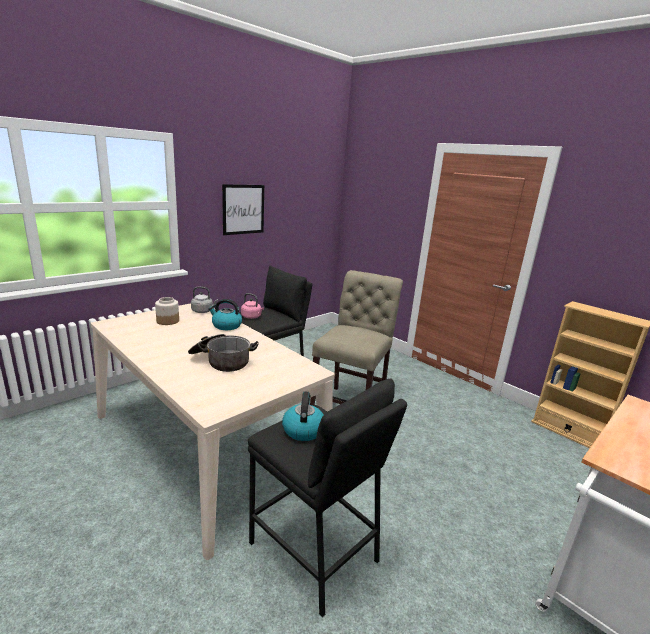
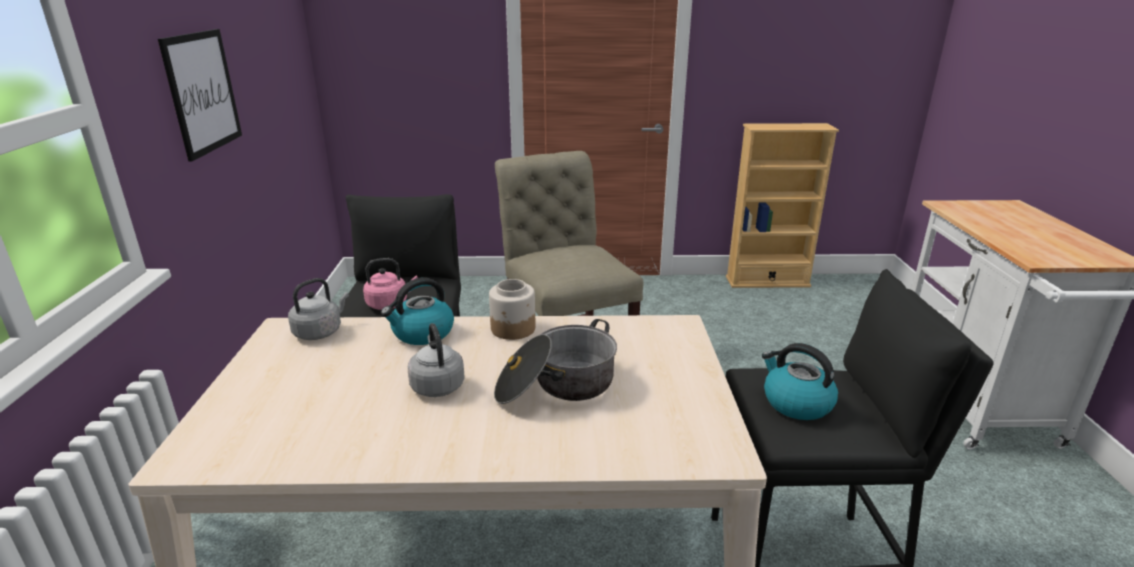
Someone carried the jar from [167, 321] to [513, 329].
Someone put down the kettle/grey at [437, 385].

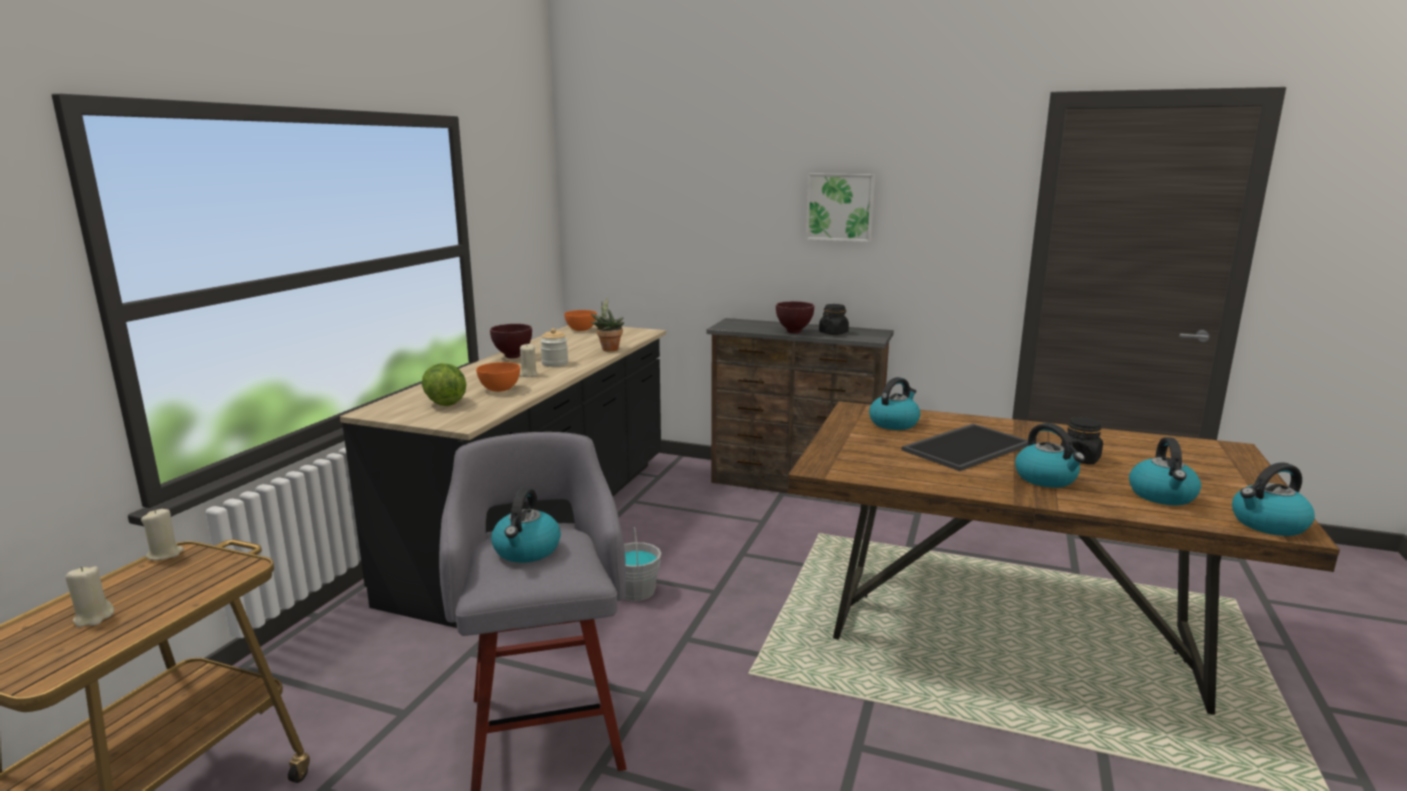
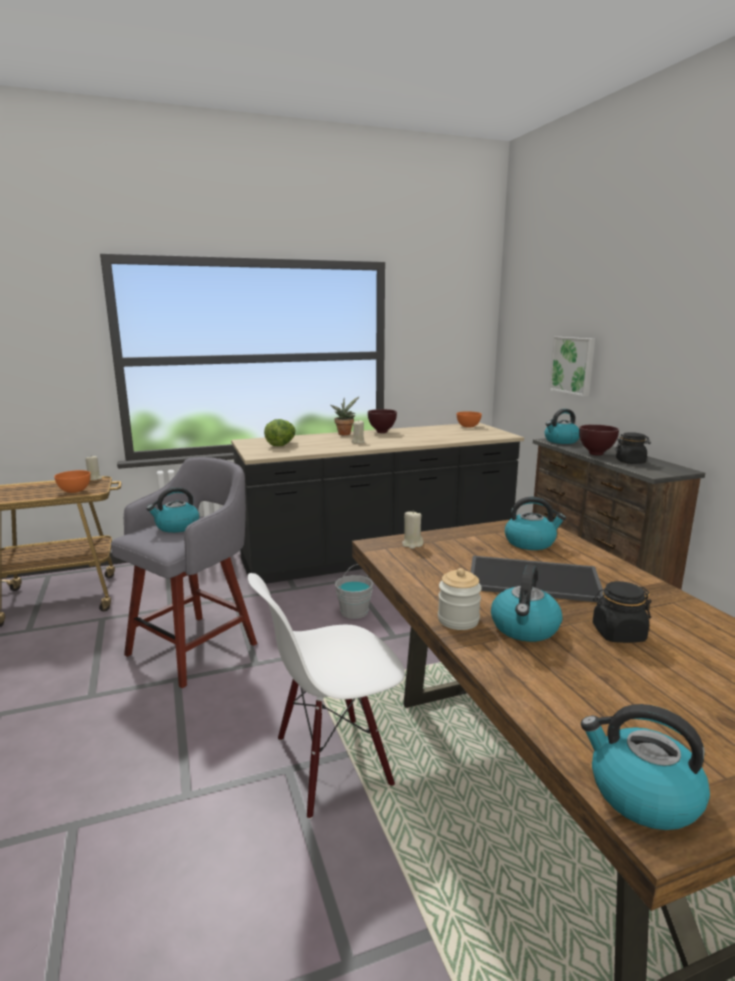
Someone carried the candle/beige from [94, 618] to [412, 544].
Someone carried the bowl/orange from [499, 389] to [74, 491].
Someone carried the jar from [555, 363] to [458, 620].
Someone carried the potted plant from [608, 349] to [345, 433].
Someone carried the picture from [840, 207] to [573, 365].
Someone carried the kettle from [1162, 496] to [561, 441].
Someone put down the chair/white at [332, 763].

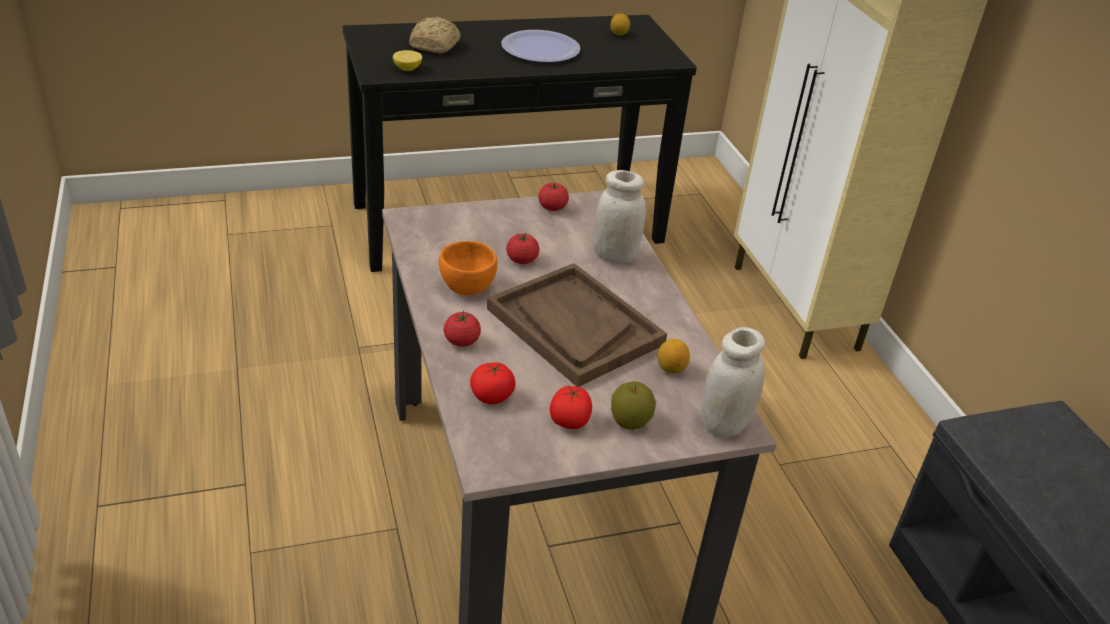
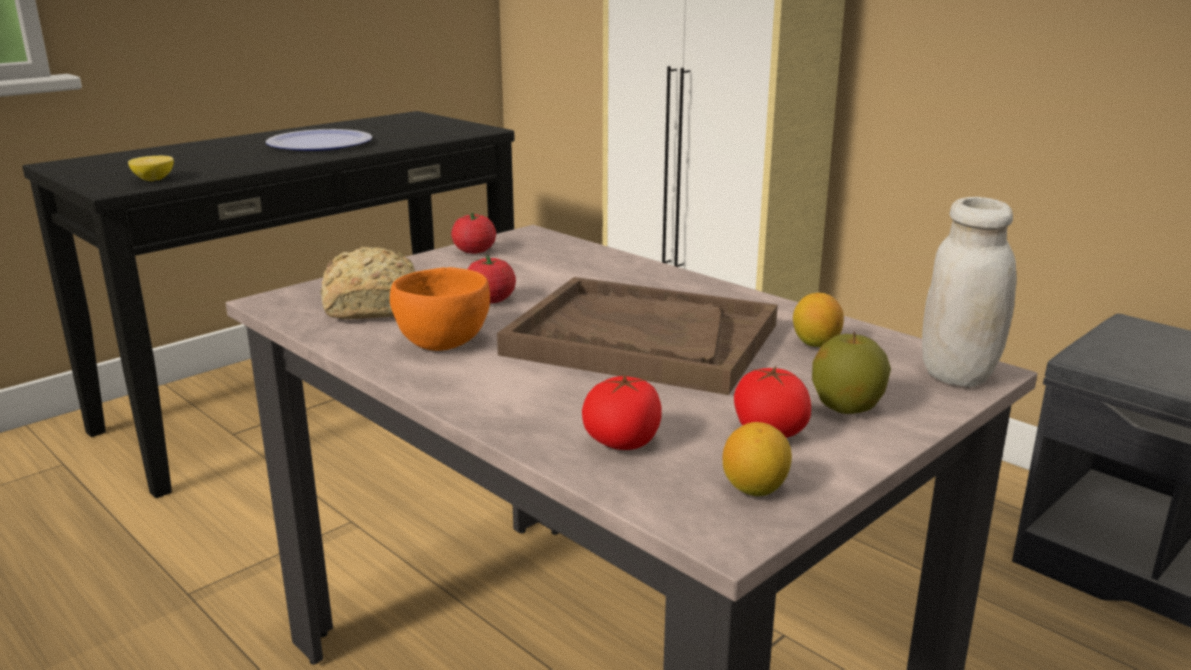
Someone carried the bread from [436, 45] to [373, 305].
Someone took away the tomato at [461, 341].
Someone took away the jar/white at [614, 256].
Someone carried the lemon from [619, 34] to [755, 489].

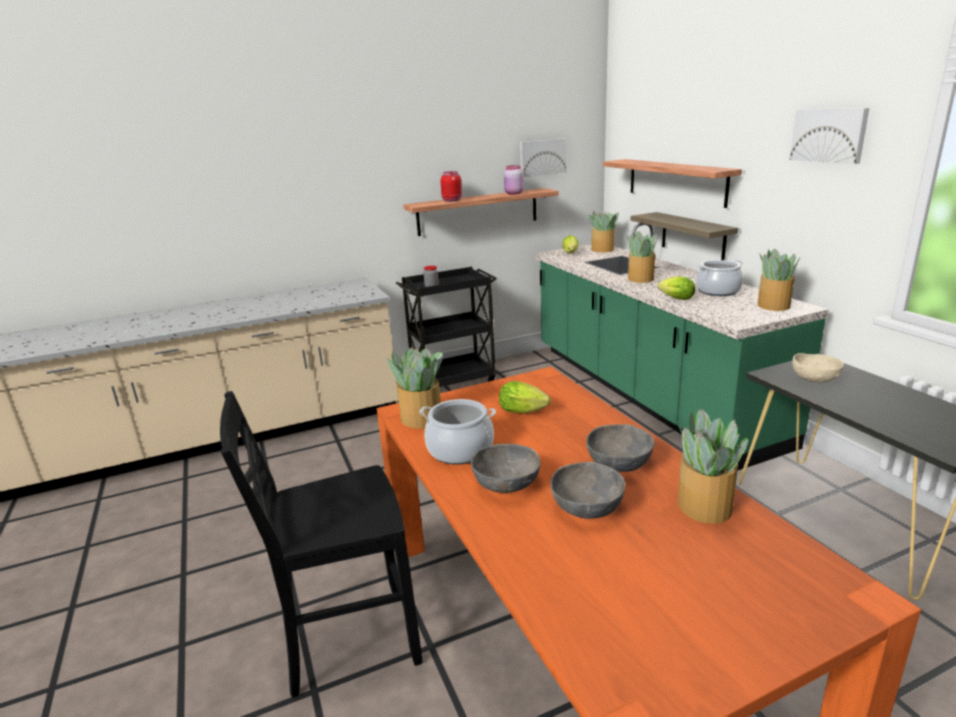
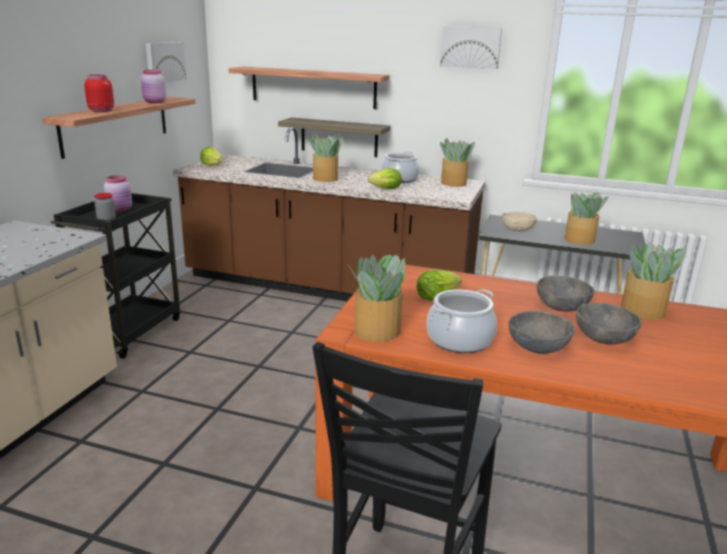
Someone repainted the counter/green at [646, 392], which became the counter/brown at [327, 287].
Someone carried the potted plant from [602, 250] to [580, 240].
Someone put down the jar/pink at [120, 209].

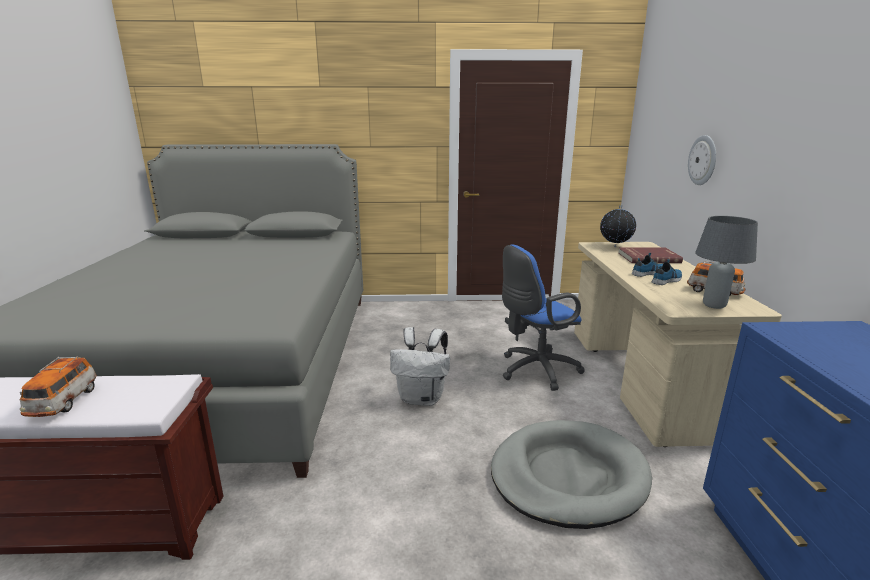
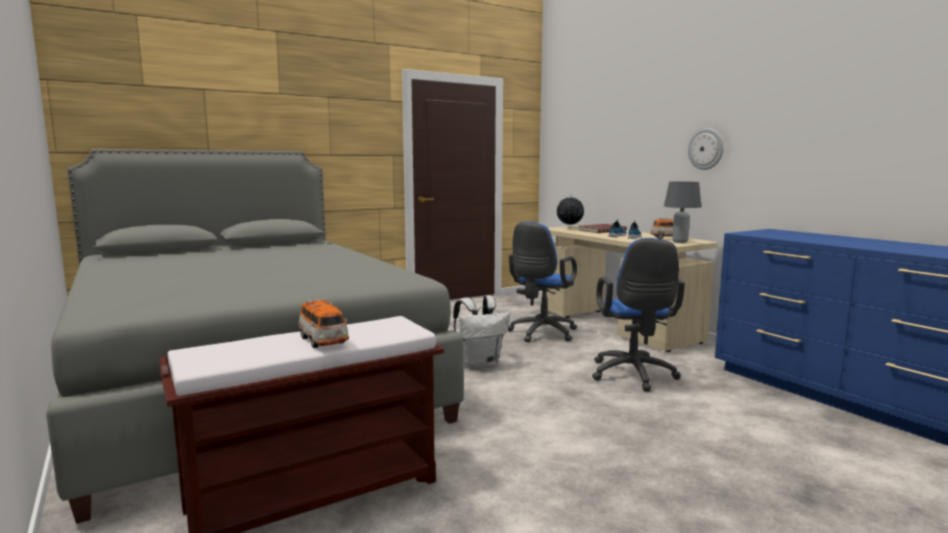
Someone swapped the dog bed/grey at [568, 476] for the office chair/blue at [633, 376].
Someone carried the wall clock from [703, 160] to [706, 149].

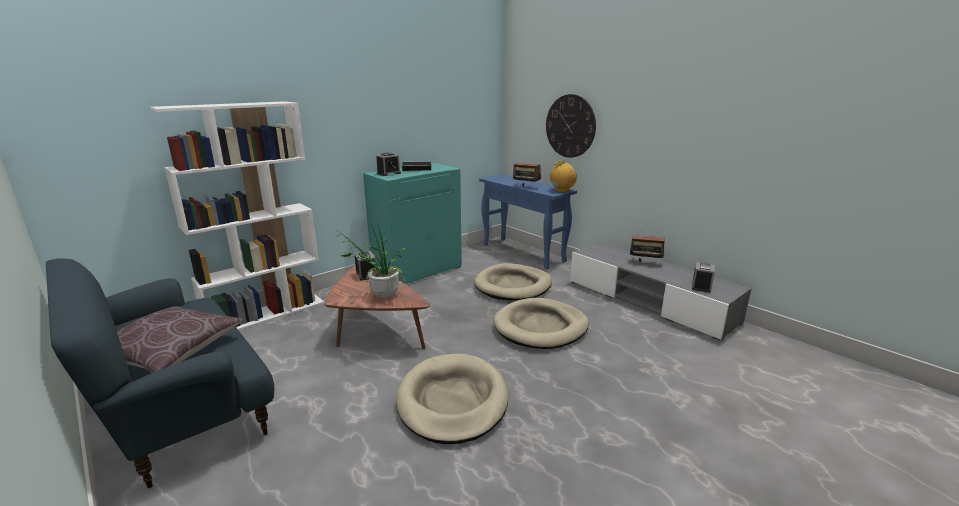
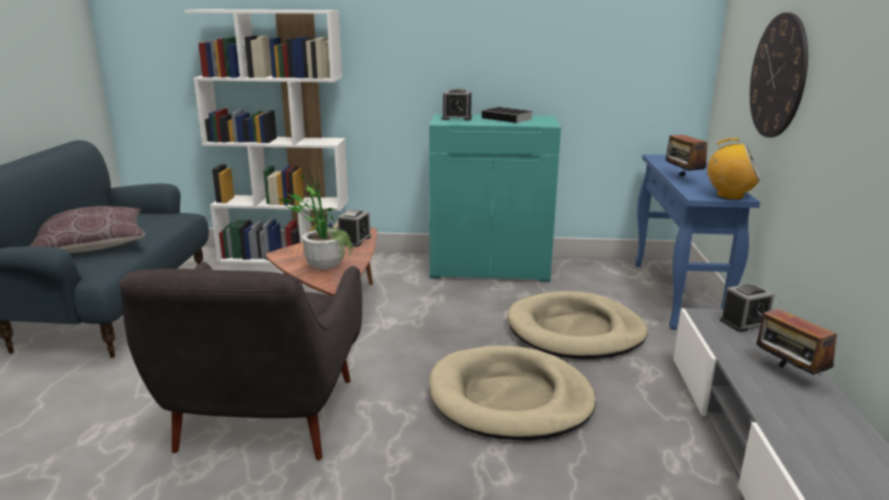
Someone swapped the dog bed/beige at [452, 401] for the armchair/grey at [265, 420].
Someone carried the alarm clock from [701, 286] to [744, 323].

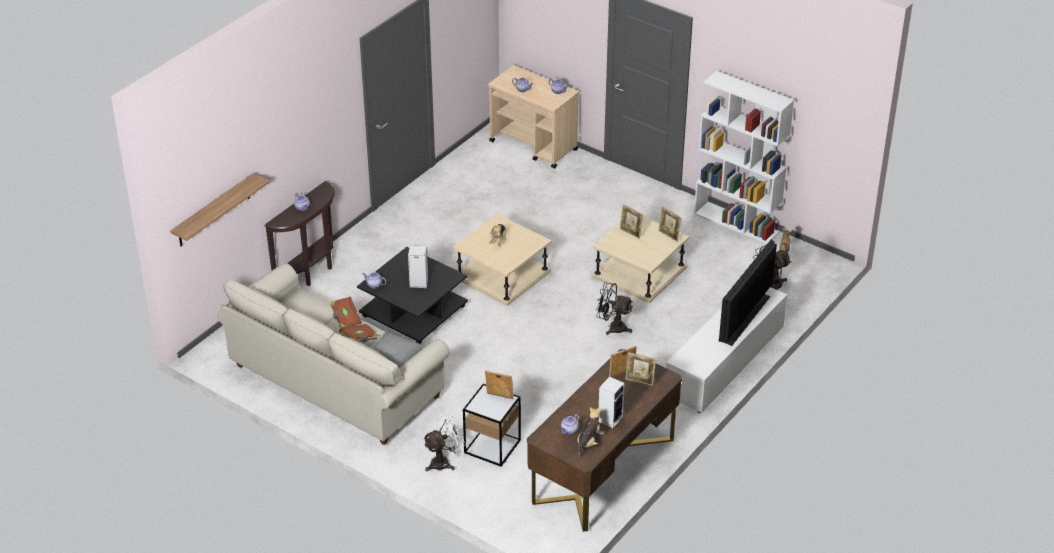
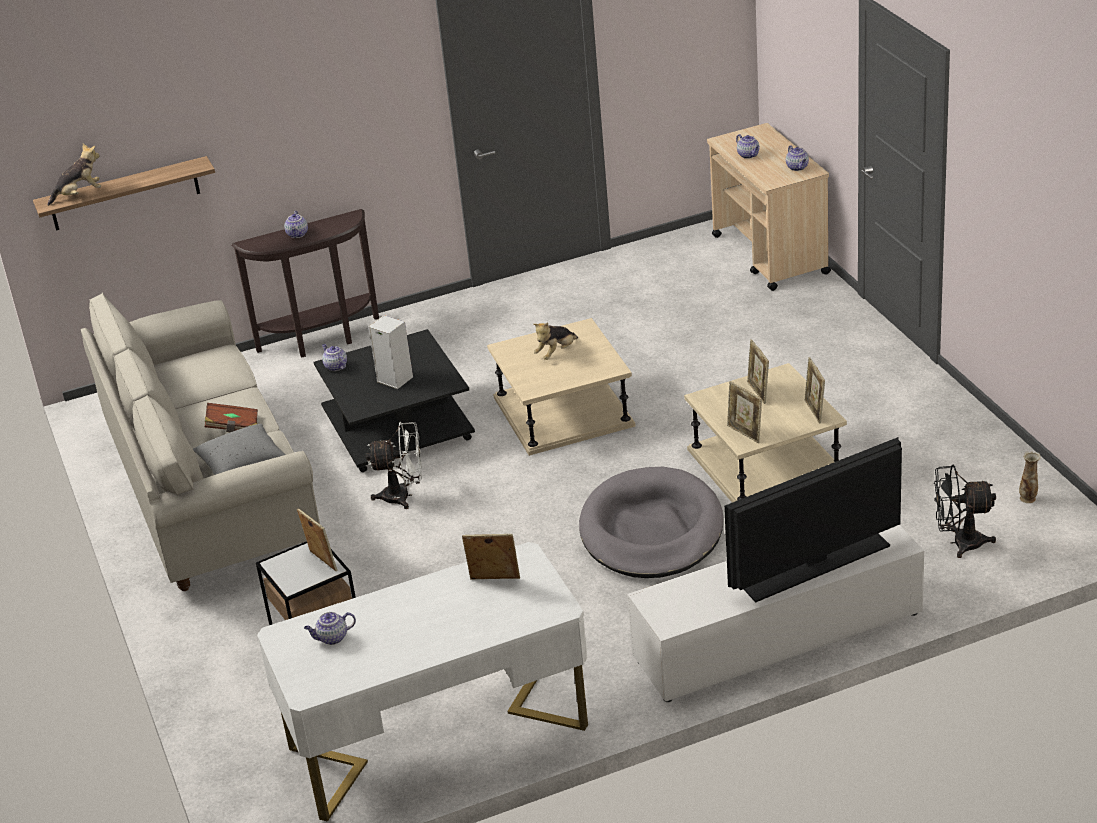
Someone took away the book/brown at [345, 318].
Someone carried the fan/white from [444, 462] to [403, 496].
Someone repainted the desk/brown at [603, 470], which became the desk/white at [438, 737].
Someone carried the plush toy from [589, 442] to [79, 195].
Someone swapped the fan/black at [613, 327] for the dog bed/grey at [651, 530].
Someone took away the speaker at [610, 418].
Someone carried the picture frame from [640, 381] to [745, 433].
Someone took away the bookcase/white at [736, 223].

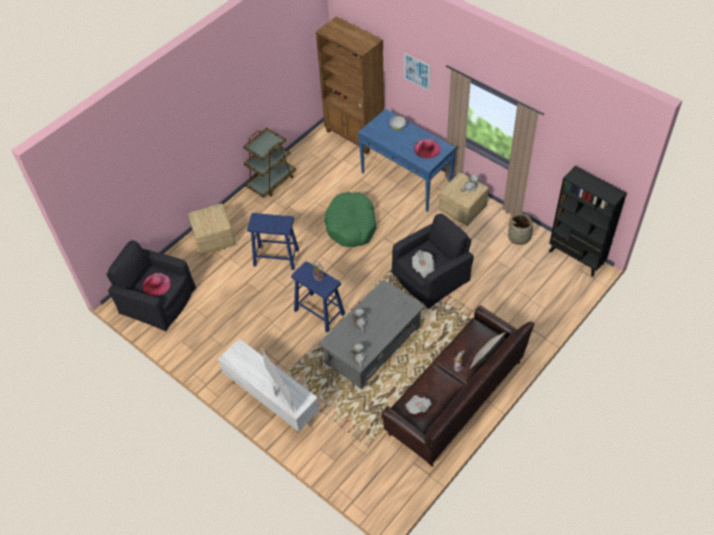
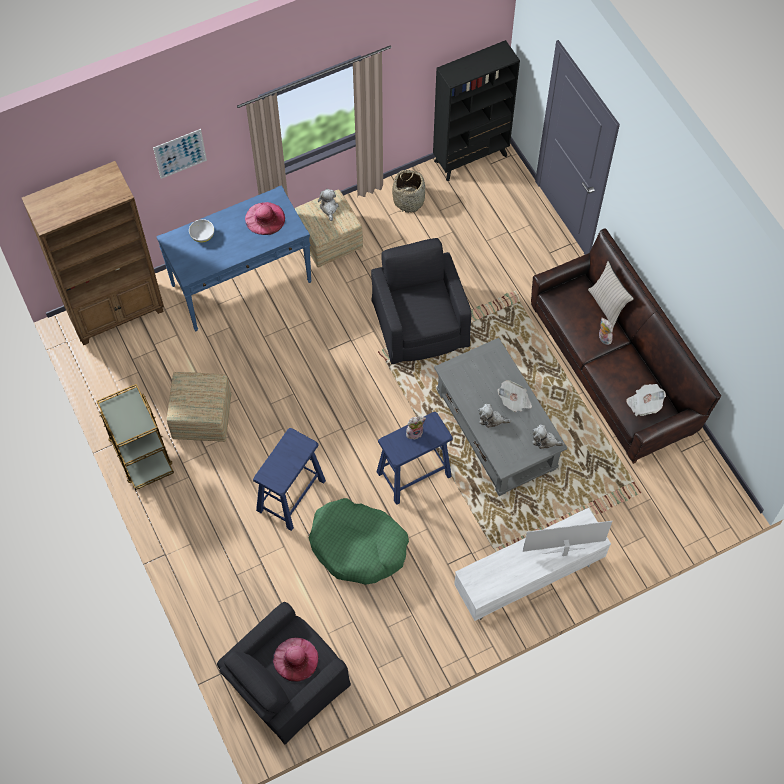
Someone carried the ottoman from [214, 239] to [202, 417].
Someone carried the dog bed/green from [351, 225] to [358, 546].
Someone carried the newspaper from [423, 268] to [514, 401].

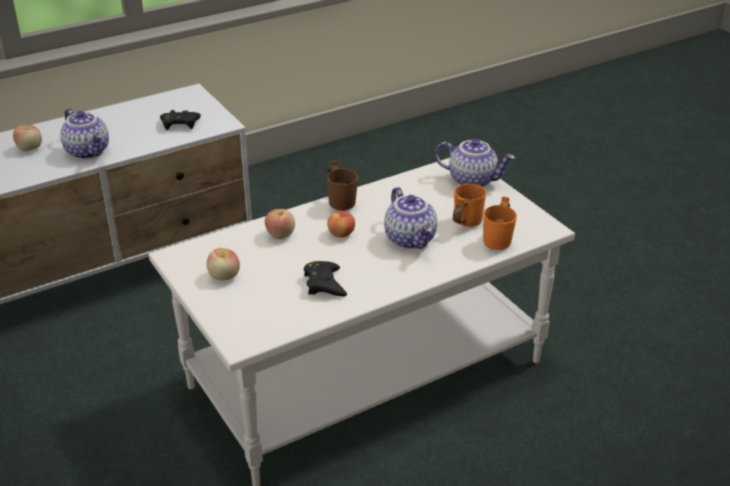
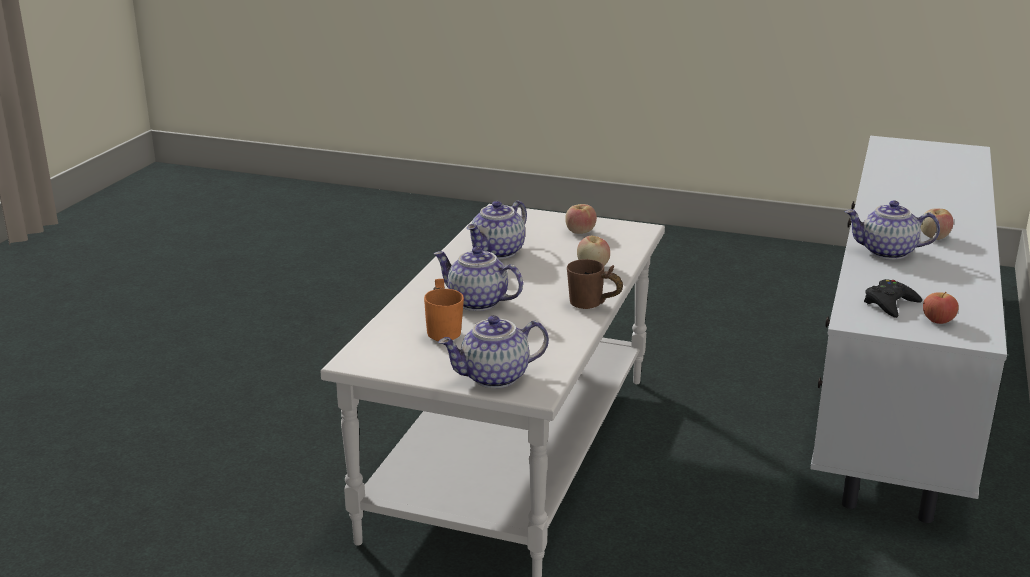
Someone swapped the game controller/black at [324, 284] for the teapot at [498, 252].
Someone carried the apple from [341, 234] to [938, 320].
Someone took away the mug/orange at [501, 240].

